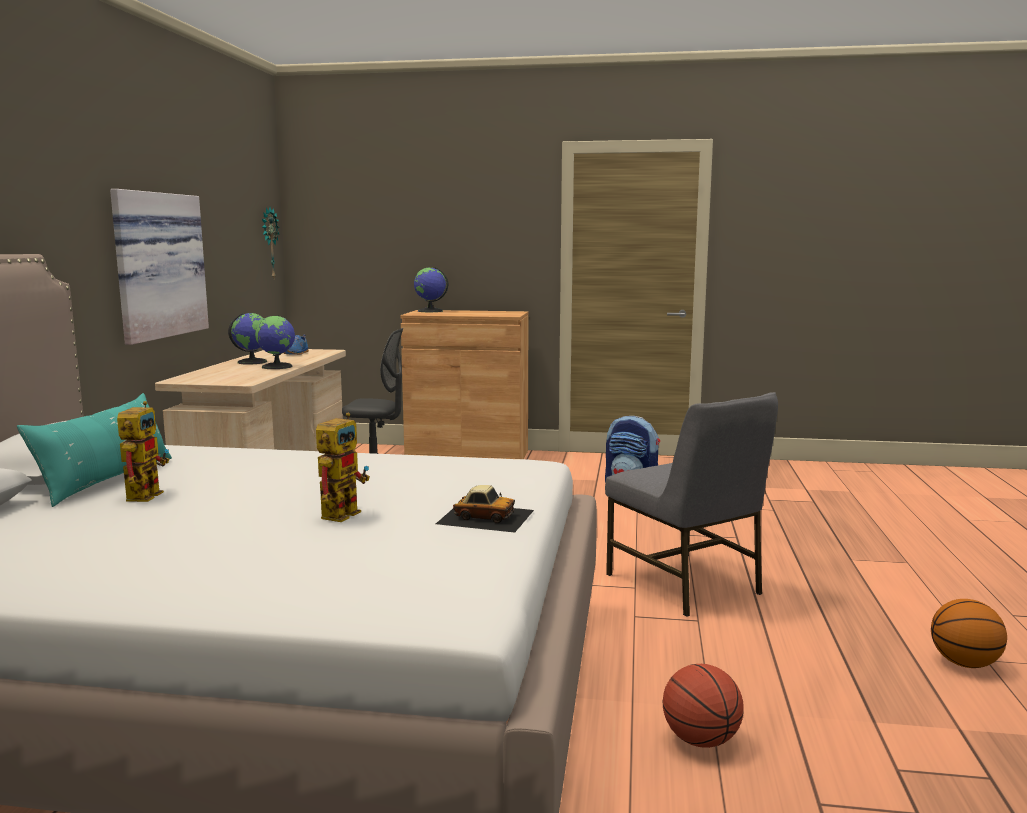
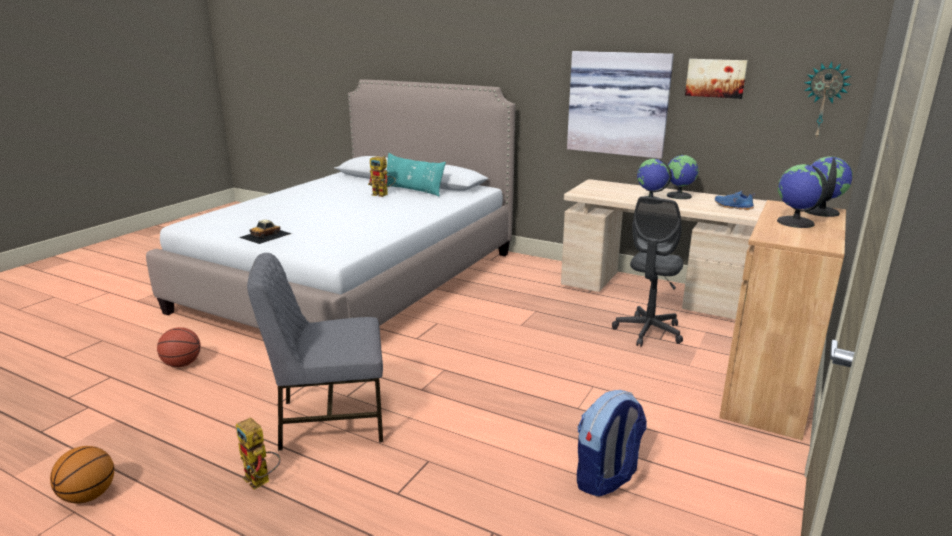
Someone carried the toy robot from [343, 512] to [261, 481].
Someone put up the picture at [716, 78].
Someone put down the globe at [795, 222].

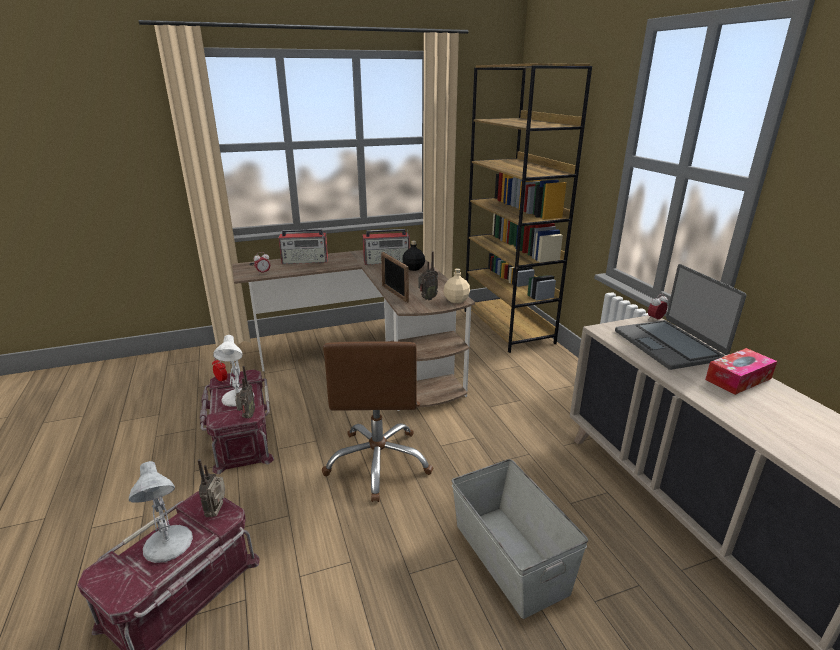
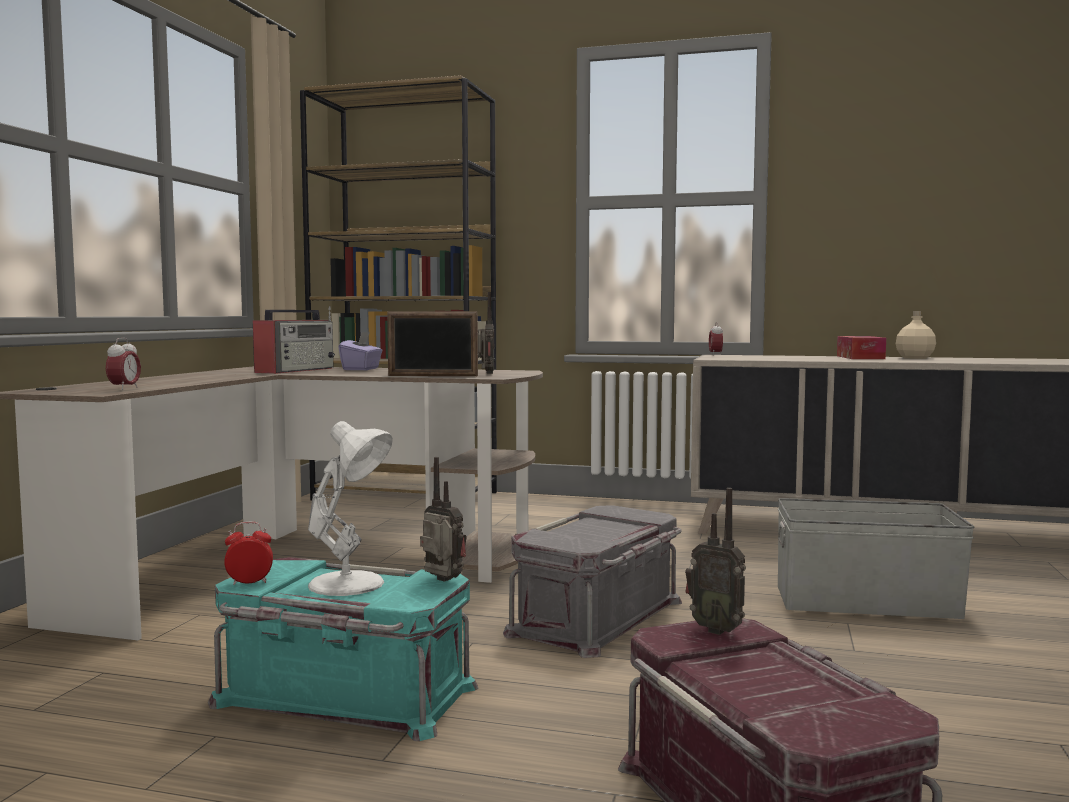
Someone took away the table lamp/white at [168, 545].
Someone repainted the storage box/red at [241, 436], which became the storage box/turquoise at [343, 696].
Someone took away the radio at [305, 261].
Someone swapped the office chair/brown at [379, 462] for the storage box/grey at [599, 617].
Someone swapped the bottle/black at [413, 268] for the tissue box/purple at [361, 369].
Someone carried the bottle/beige from [456, 300] to [915, 358].
Someone took away the laptop at [668, 345].

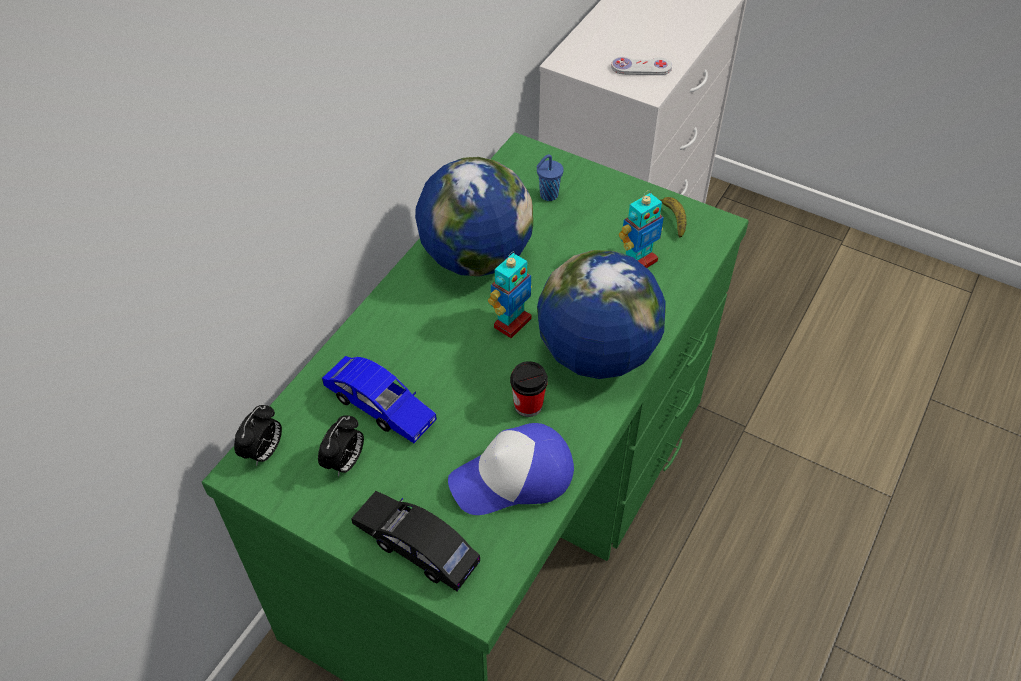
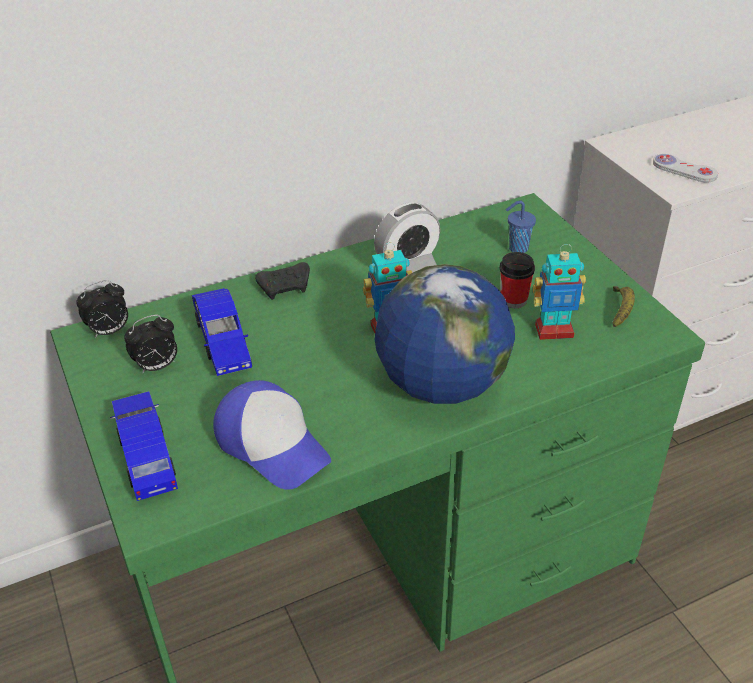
Someone repainted the toy car/black at [416, 546], which became the toy car/blue at [146, 453].
Someone swapped the globe at [476, 258] for the alarm clock at [407, 269].
Someone rotated the cap at [513, 478] by 150 degrees counterclockwise.
Someone carried the cup from [528, 405] to [513, 300].
Someone put down the game controller/black at [286, 287].

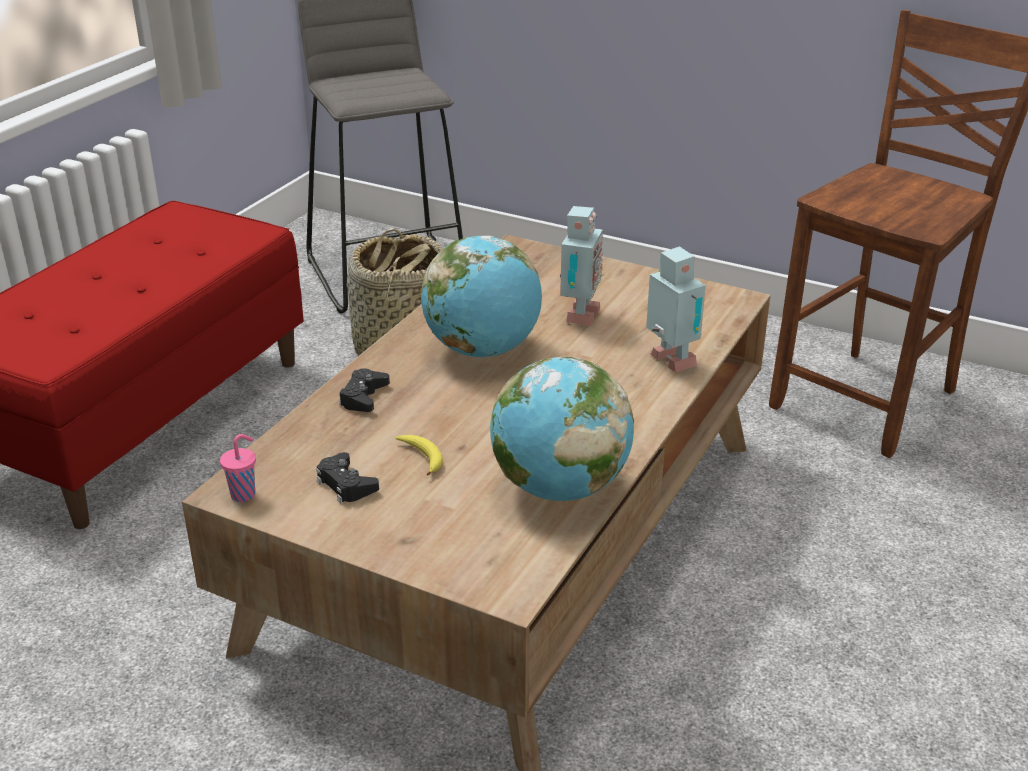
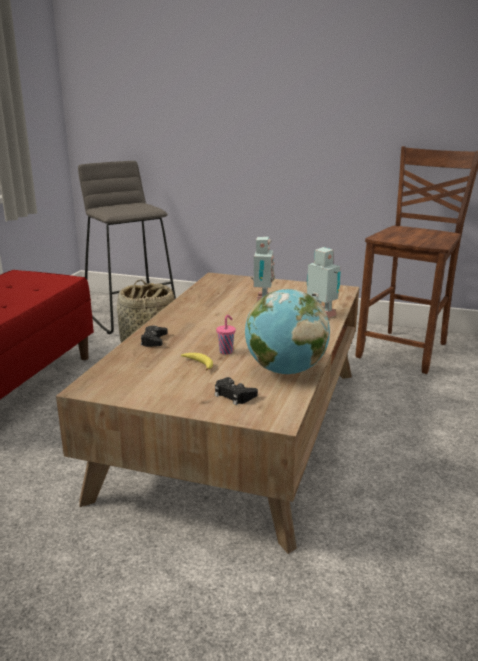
Someone carried the cup/pink from [244, 494] to [226, 351].
Someone carried the game controller/black from [346, 484] to [234, 395].
Someone took away the globe at [483, 350].

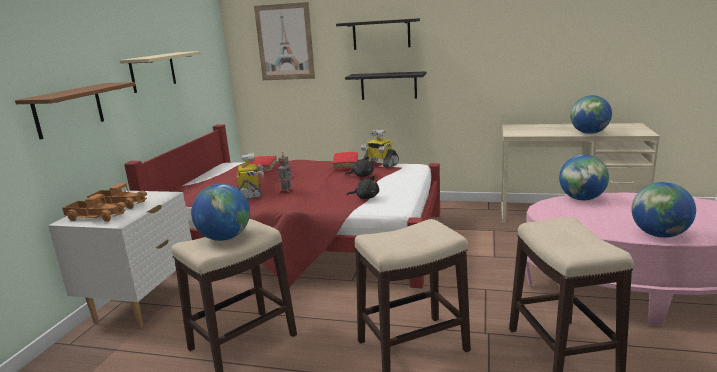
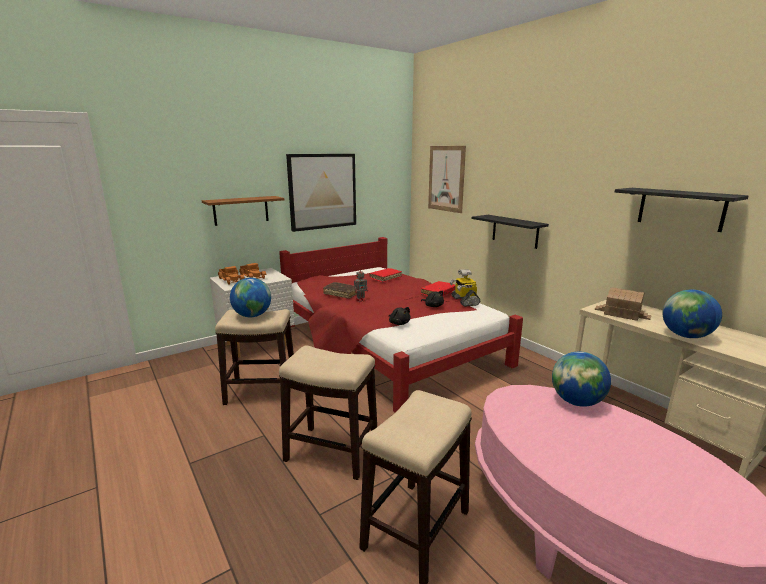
Someone swapped the shelf/beige at [153, 72] for the picture at [322, 191].
Someone swapped the toy robot at [250, 193] for the book/brown at [341, 293].
Someone carried the shelf/black from [381, 34] to [680, 209].
Someone took away the globe at [659, 235].
Someone put down the toy house at [622, 313].

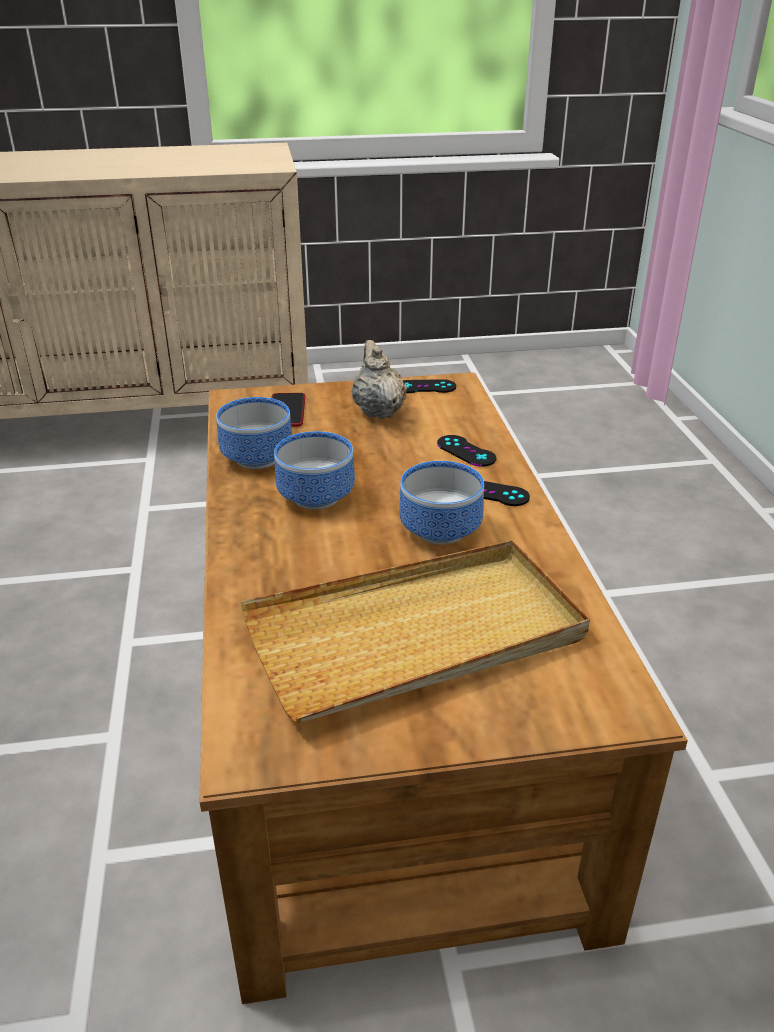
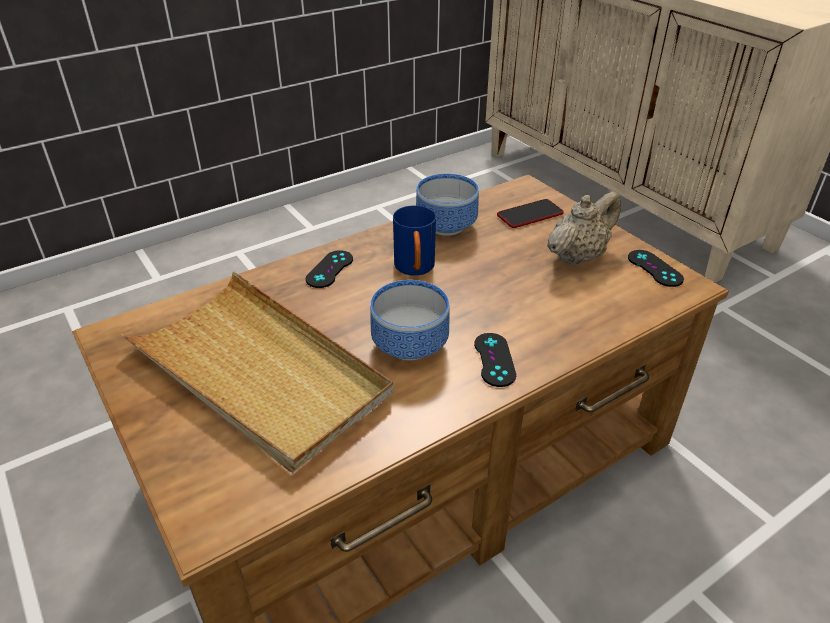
Someone swapped the bowl at [319, 496] for the mug/blue at [415, 270].
Someone carried the game controller/black from [466, 451] to [329, 269].

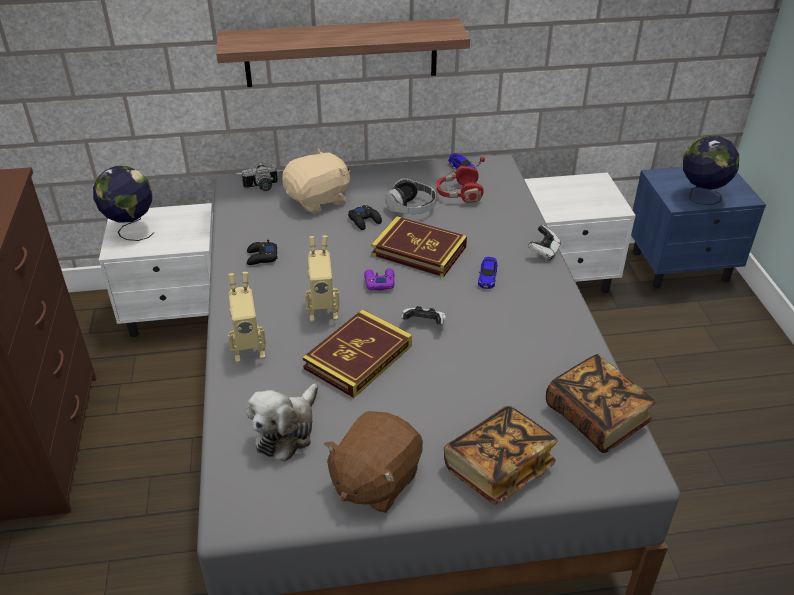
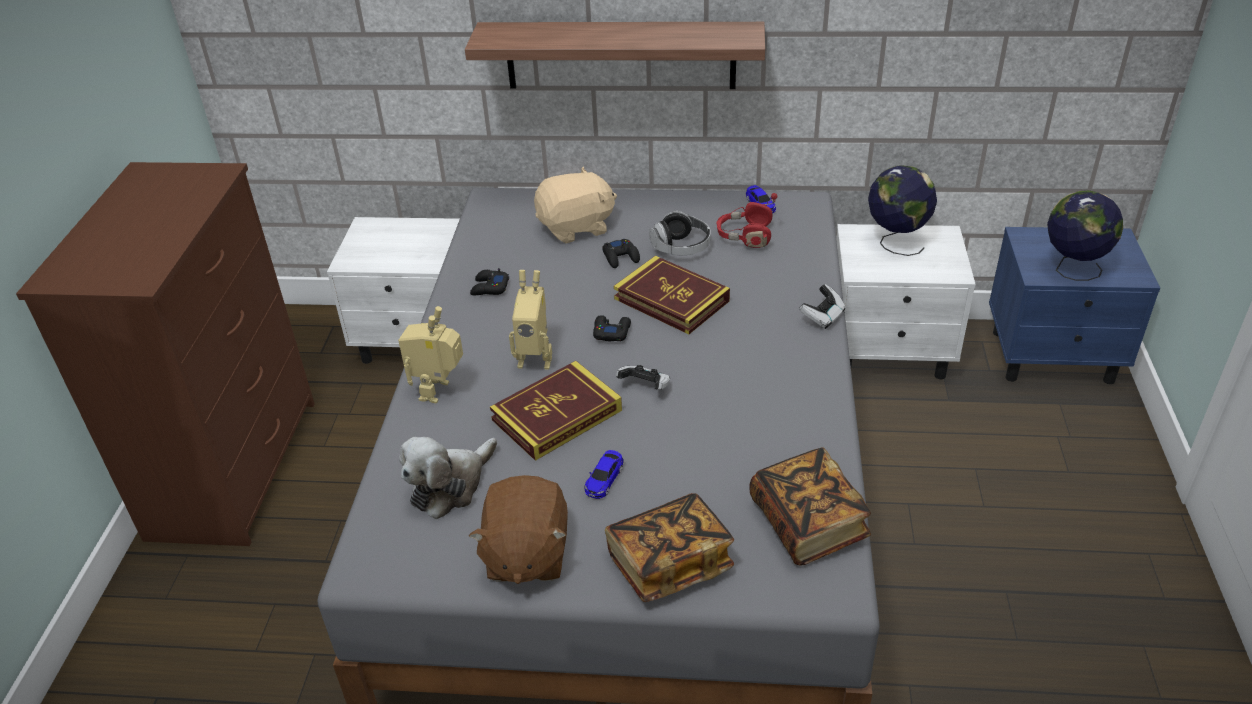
Someone carried the globe from [131, 230] to [895, 242].
Someone rotated the toy robot at [249, 350] by 105 degrees clockwise.
Someone took away the photo camera at [262, 188].
Someone rotated the plush toy/brown at [374, 480] by 45 degrees counterclockwise.
Someone repainted the game controller/purple at [379, 282], which became the game controller/black at [611, 332].
Someone carried the toy car from [487, 277] to [604, 479].

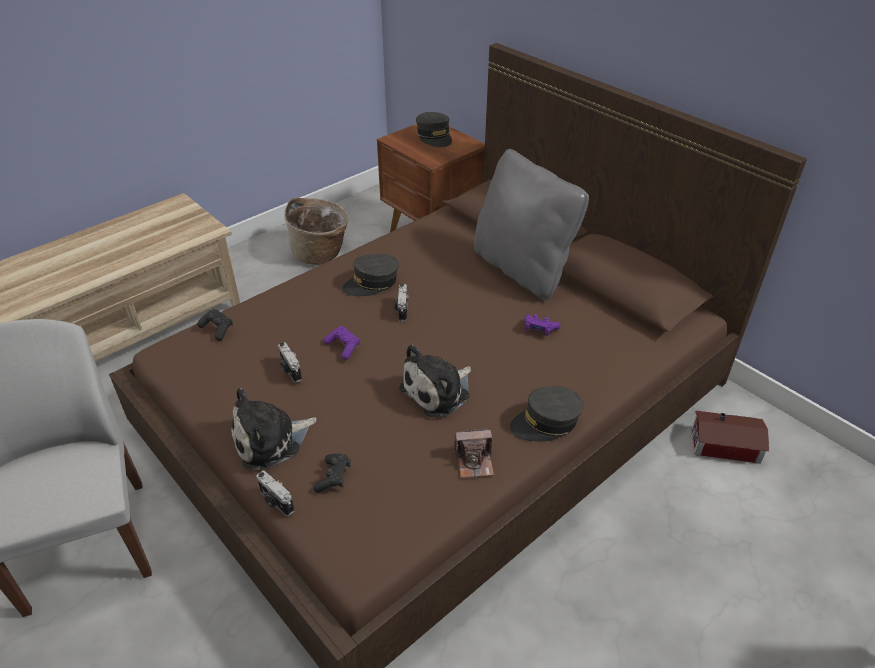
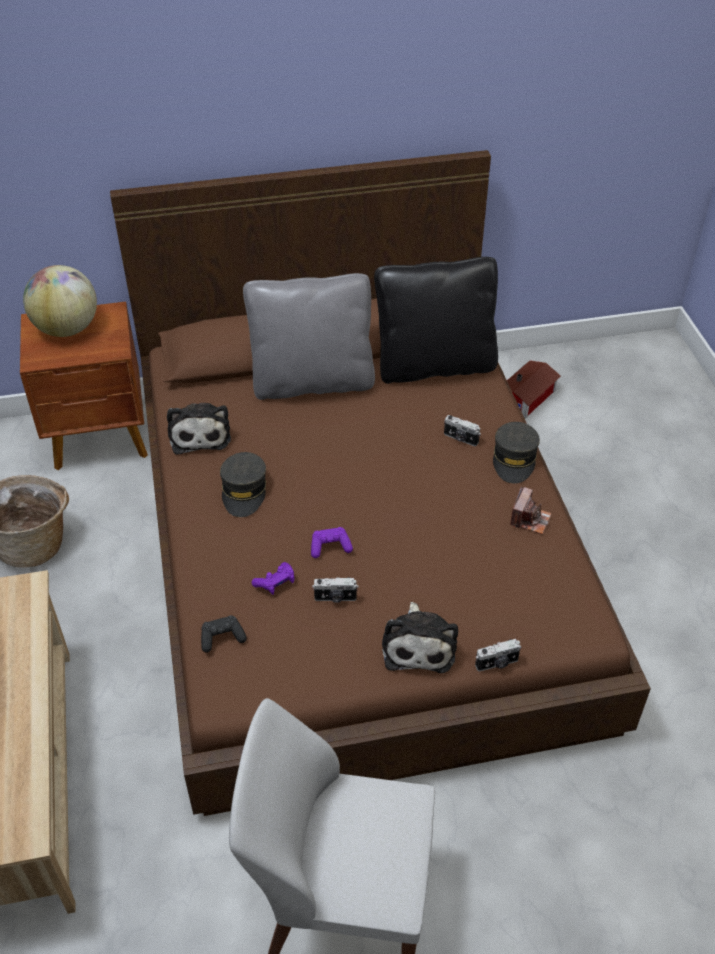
Someone took away the game controller/black at [333, 477].
Someone carried the photo camera from [401, 310] to [460, 439].
Someone carried the plush toy from [438, 391] to [200, 434].
Someone swapped the cap/grey at [434, 137] for the globe at [67, 329].
Someone carried the game controller/purple from [539, 329] to [275, 583].
Someone put down the pillow/black at [434, 365].

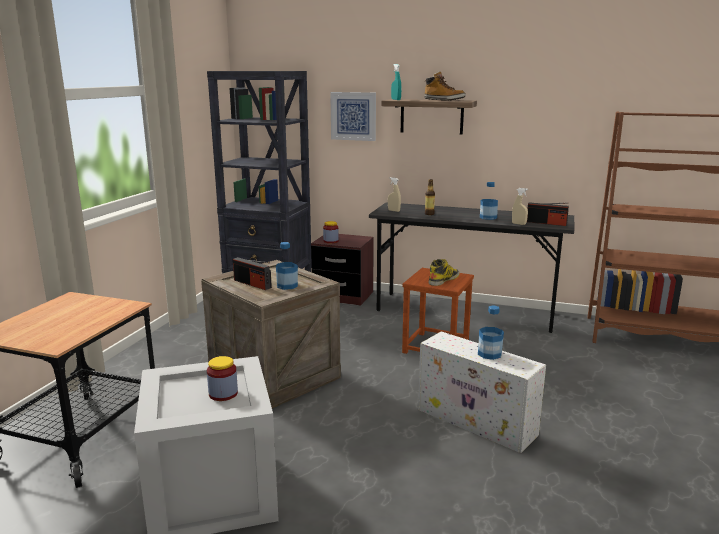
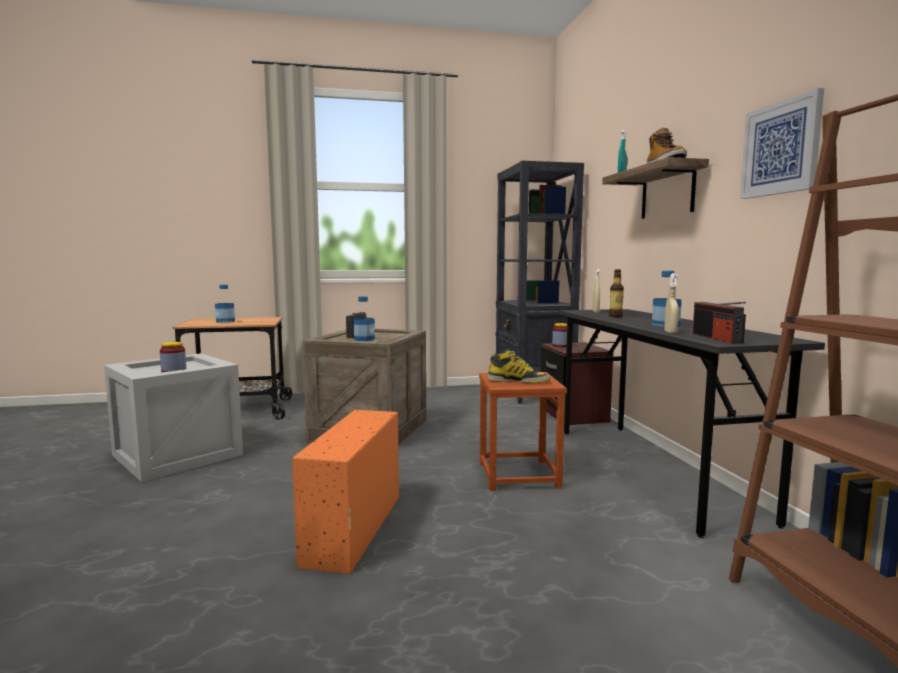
Someone carried the picture from [353, 116] to [781, 148].
Someone repainted the storage box/white at [477, 422], which became the storage box/orange at [353, 529].
Someone carried the bottle from [489, 354] to [225, 321].

